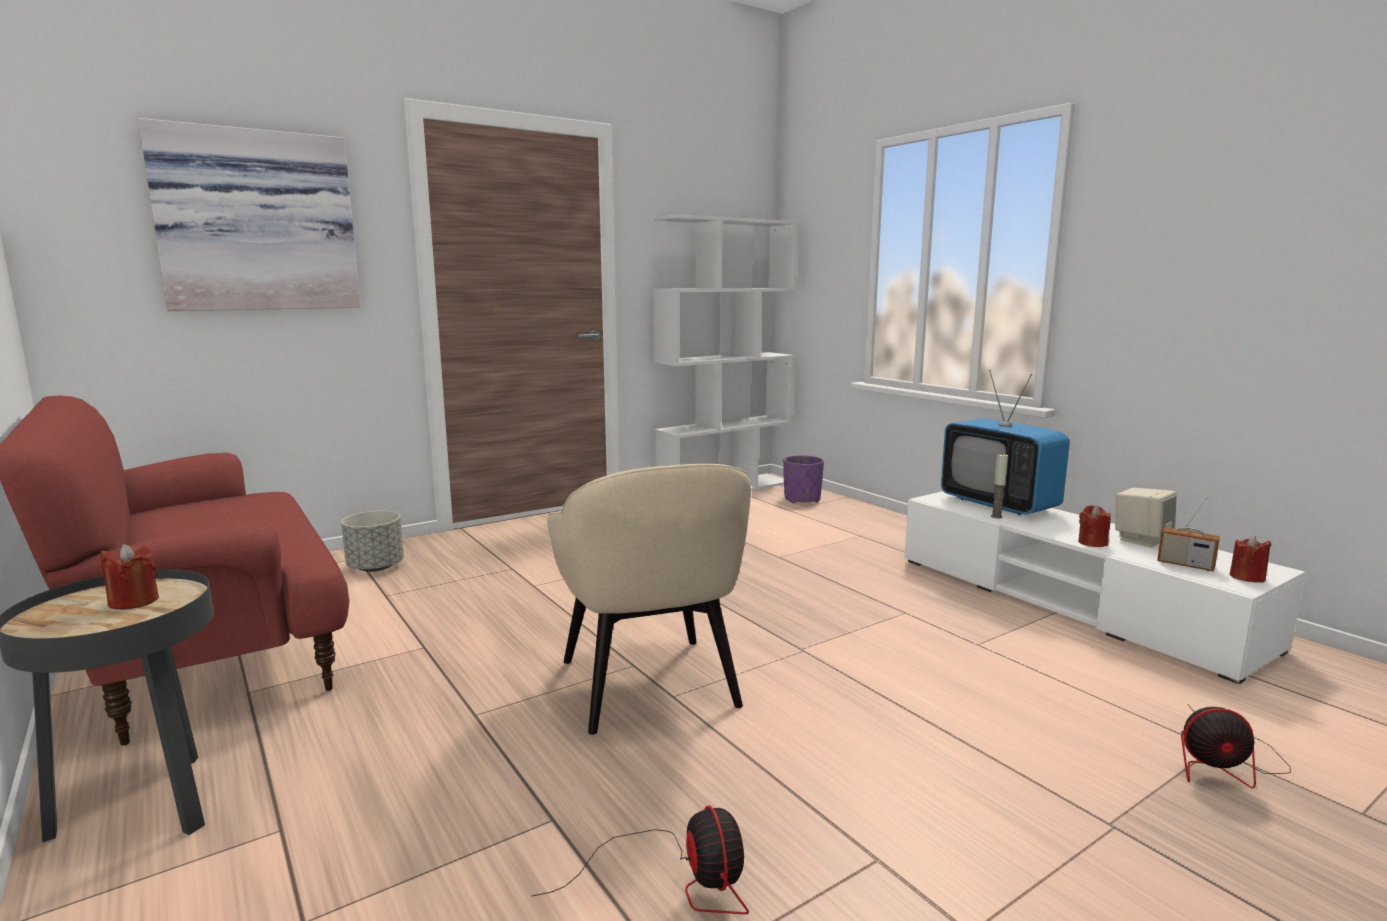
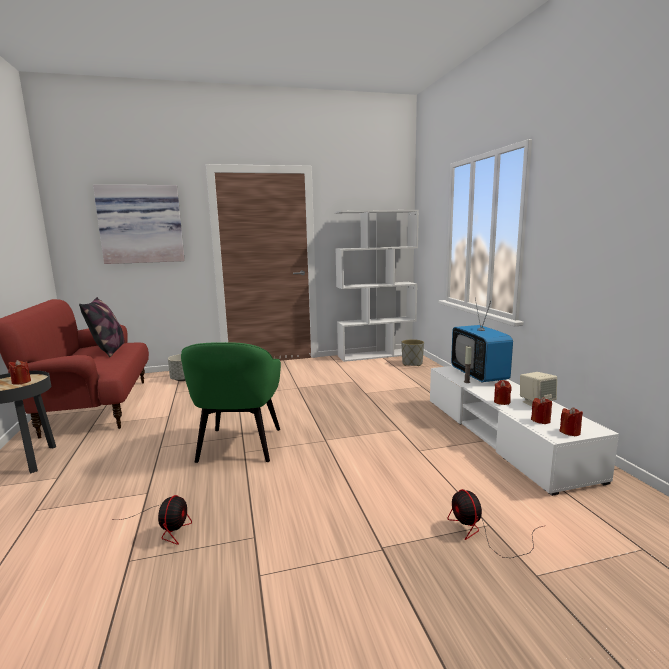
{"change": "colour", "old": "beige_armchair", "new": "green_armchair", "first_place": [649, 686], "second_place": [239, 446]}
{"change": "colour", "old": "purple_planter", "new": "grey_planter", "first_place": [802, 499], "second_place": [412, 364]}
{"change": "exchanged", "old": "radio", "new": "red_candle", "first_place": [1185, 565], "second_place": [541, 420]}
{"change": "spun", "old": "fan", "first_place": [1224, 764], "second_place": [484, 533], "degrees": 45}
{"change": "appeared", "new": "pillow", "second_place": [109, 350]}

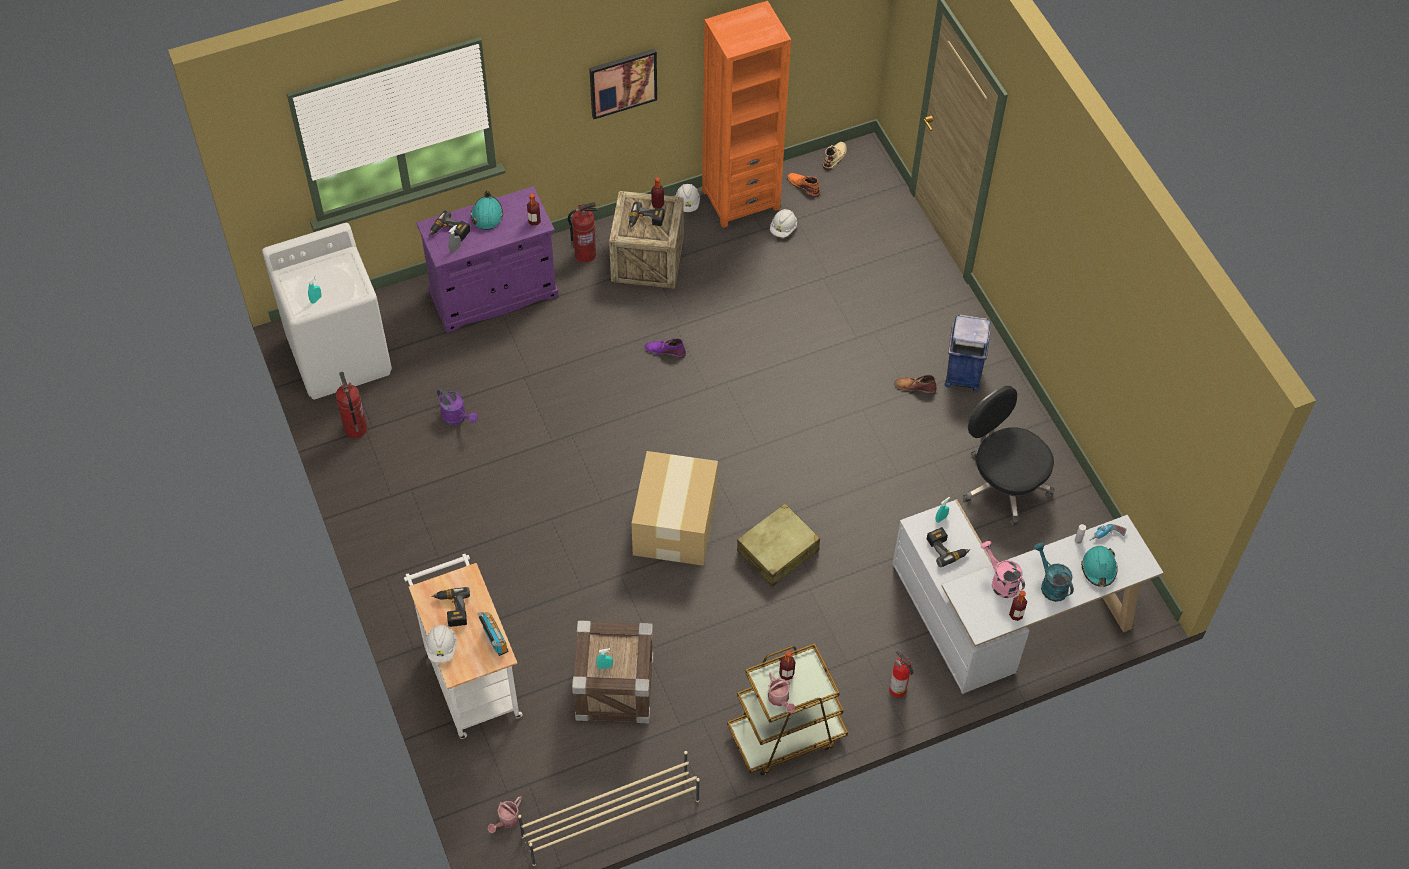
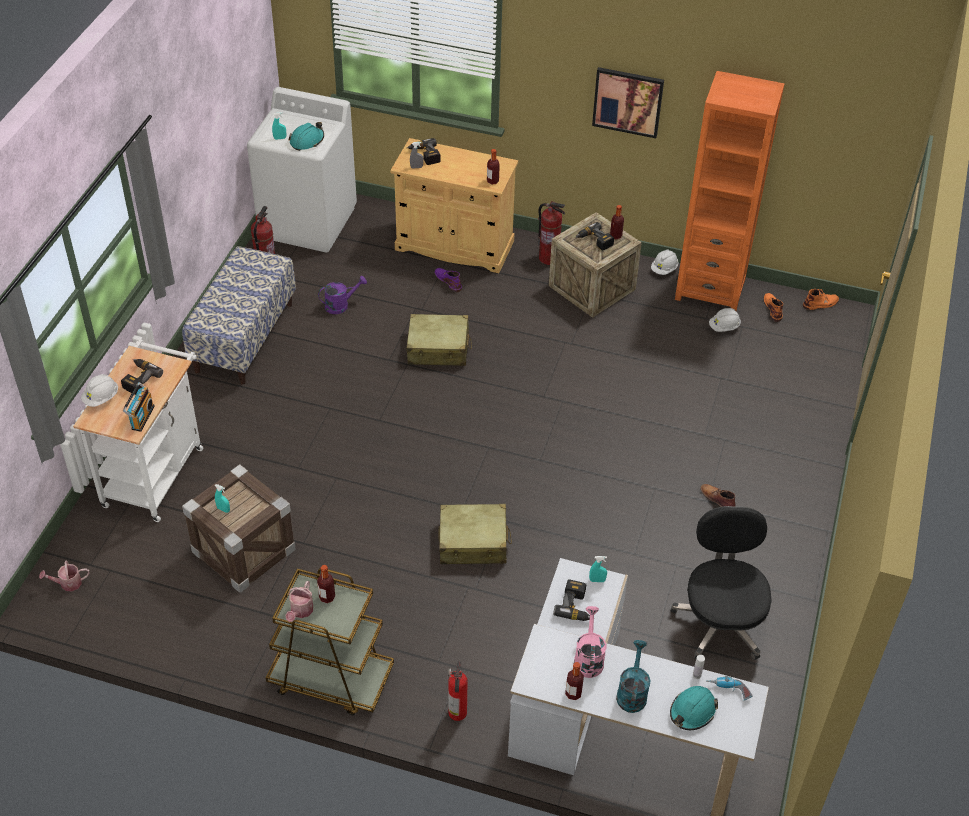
{"change": "colour", "old": "purple_cabinet", "new": "beige_cabinet", "first_place": [494, 294], "second_place": [454, 246]}
{"change": "spun", "old": "purple_watering_can", "first_place": [457, 418], "second_place": [341, 305], "degrees": -105}
{"change": "relocated", "old": "turquoise_hard_hat", "first_place": [487, 215], "second_place": [307, 141]}
{"change": "missing", "old": "beige_shoe_rack", "first_place": [609, 818]}
{"change": "missing", "old": "cardboard_box", "first_place": [674, 525]}
{"change": "relocated", "old": "purple_boot", "first_place": [665, 350], "second_place": [448, 281]}
{"change": "colour", "old": "beige_boot", "new": "orange_boot", "first_place": [835, 157], "second_place": [821, 303]}
{"change": "missing", "old": "blue_trash_can", "first_place": [962, 375]}
{"change": "appeared", "new": "bench", "second_place": [244, 337]}
{"change": "appeared", "new": "beige_suitcase", "second_place": [438, 348]}

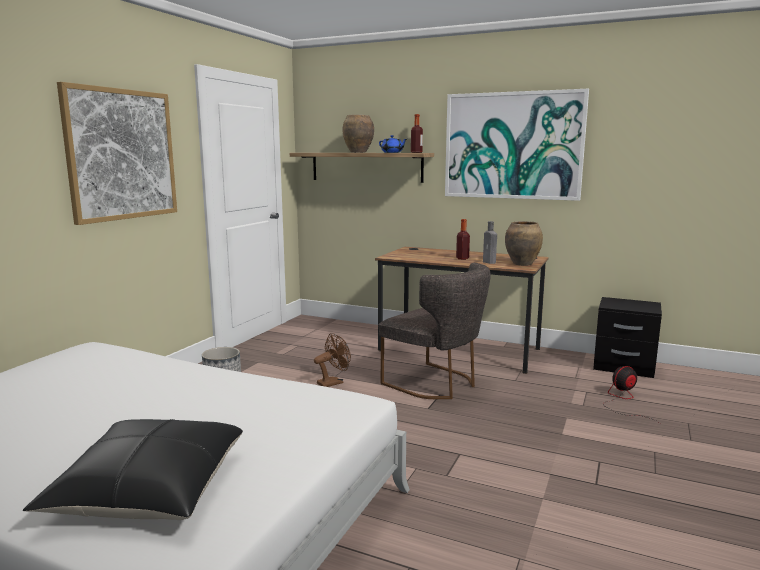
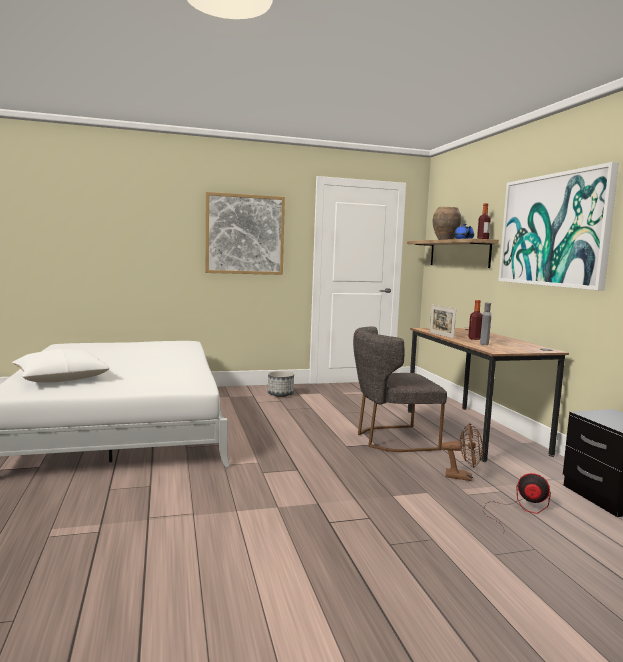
{"change": "colour", "old": "black_pillow", "new": "white_pillow", "first_place": [149, 490], "second_place": [60, 378]}
{"change": "relocated", "old": "brown_fan", "first_place": [333, 382], "second_place": [463, 477]}
{"change": "spun", "old": "grey_chair", "first_place": [436, 384], "second_place": [391, 439], "degrees": 75}
{"change": "missing", "old": "brown_vase", "first_place": [522, 264]}
{"change": "appeared", "new": "picture_frame", "second_place": [441, 335]}

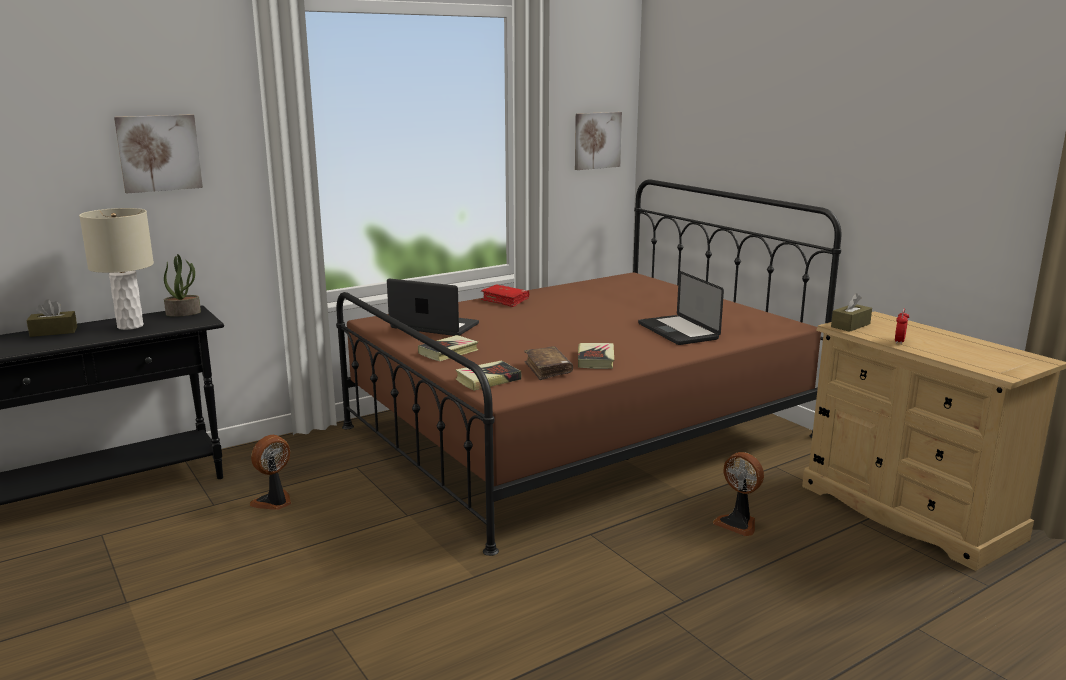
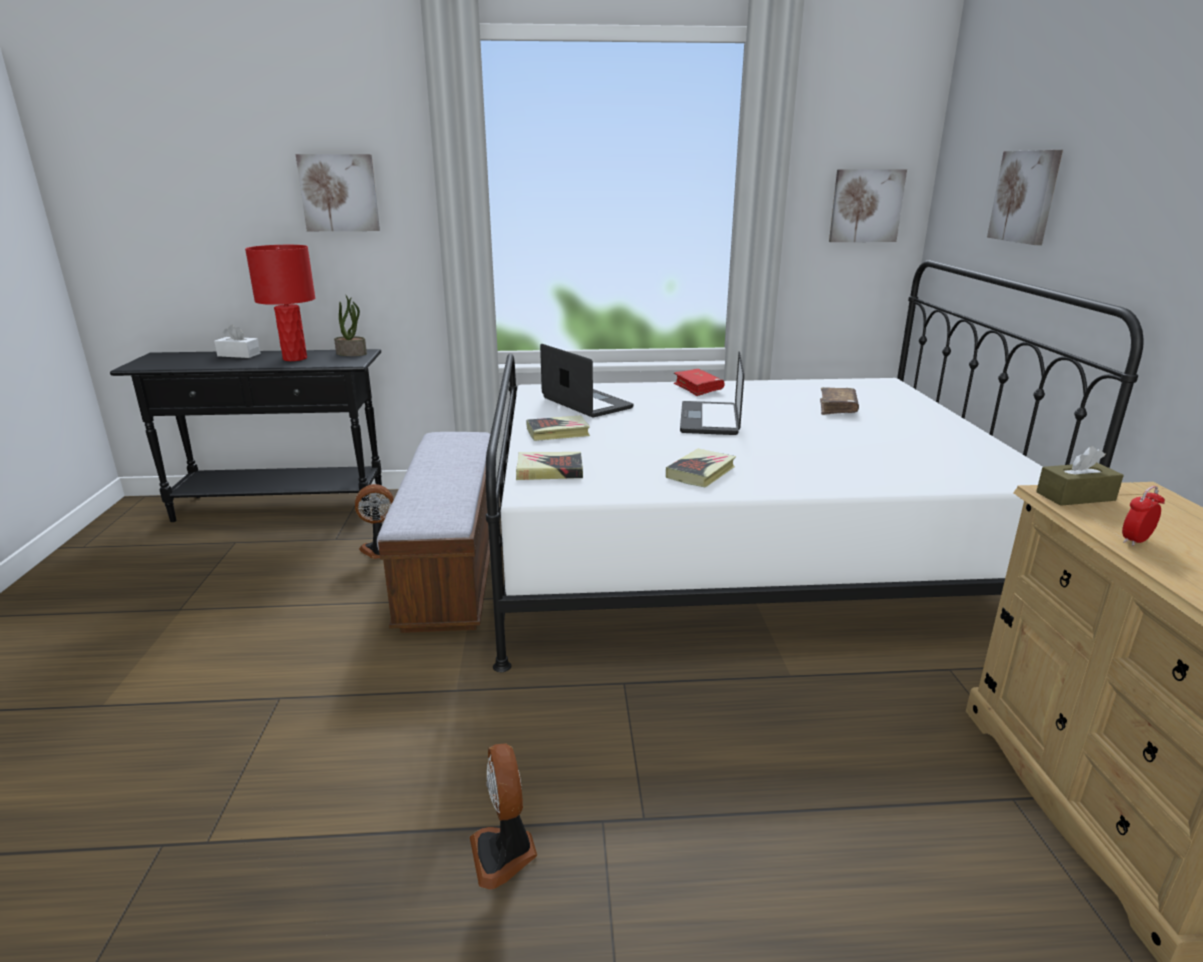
{"change": "colour", "old": "brown_tissue_box", "new": "white_tissue_box", "first_place": [53, 332], "second_place": [239, 355]}
{"change": "colour", "old": "beige_table_lamp", "new": "red_table_lamp", "first_place": [130, 326], "second_place": [295, 358]}
{"change": "colour", "old": "brown_bed", "new": "white_bed", "first_place": [578, 431], "second_place": [735, 554]}
{"change": "relocated", "old": "brown_book", "first_place": [548, 369], "second_place": [837, 408]}
{"change": "relocated", "old": "laptop", "first_place": [678, 331], "second_place": [709, 420]}
{"change": "relocated", "old": "fan", "first_place": [738, 523], "second_place": [504, 853]}
{"change": "appeared", "new": "bench", "second_place": [453, 563]}
{"change": "appeared", "new": "picture", "second_place": [1025, 196]}

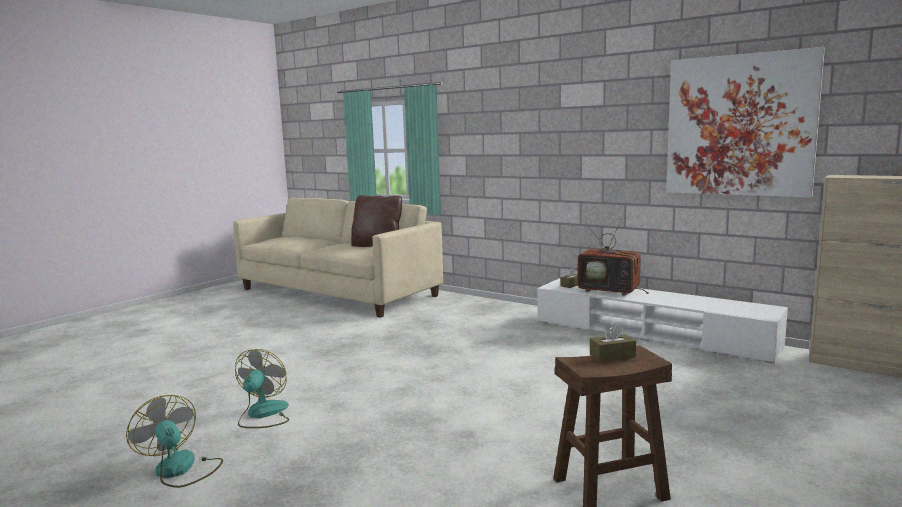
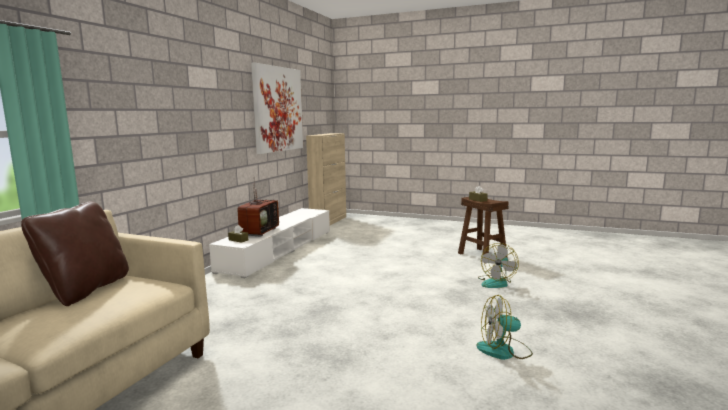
{"change": "relocated", "old": "fan", "first_place": [180, 470], "second_place": [496, 282]}

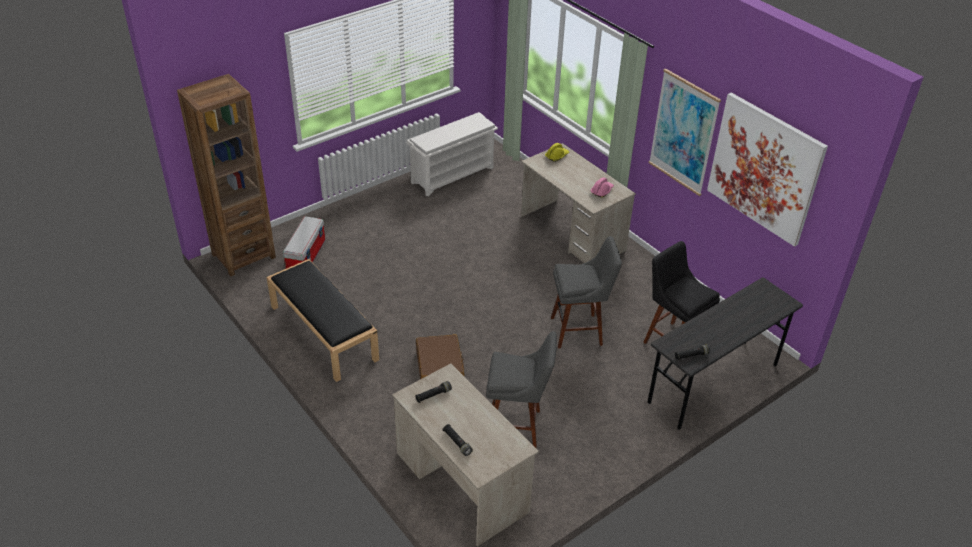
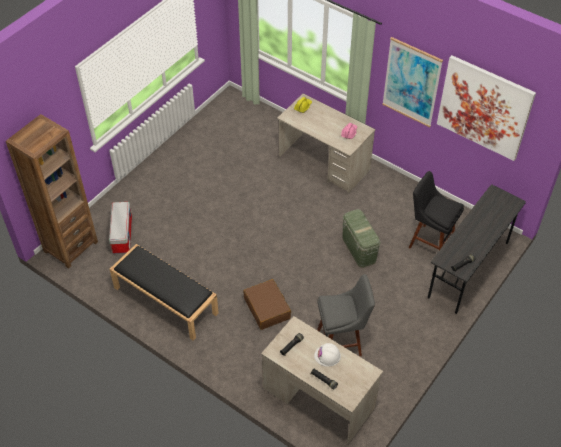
{"change": "missing", "old": "white_shoe_rack", "first_place": [453, 175]}
{"change": "exchanged", "old": "grey_stool", "new": "green_storage_box", "first_place": [579, 331], "second_place": [359, 249]}
{"change": "appeared", "new": "white_hard_hat", "second_place": [327, 356]}

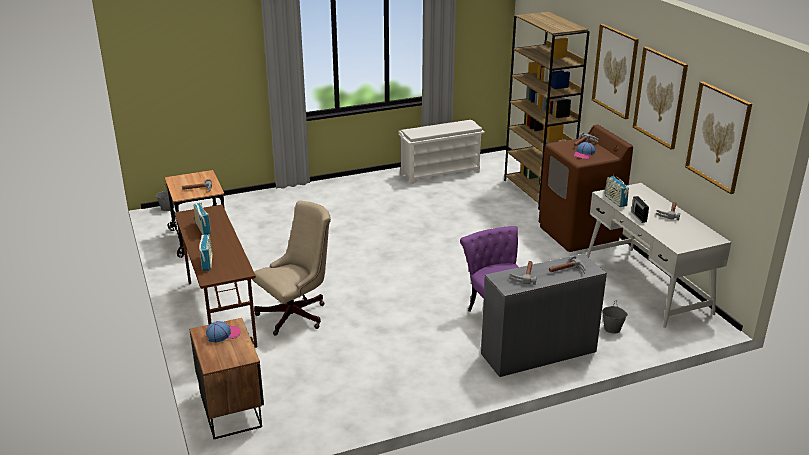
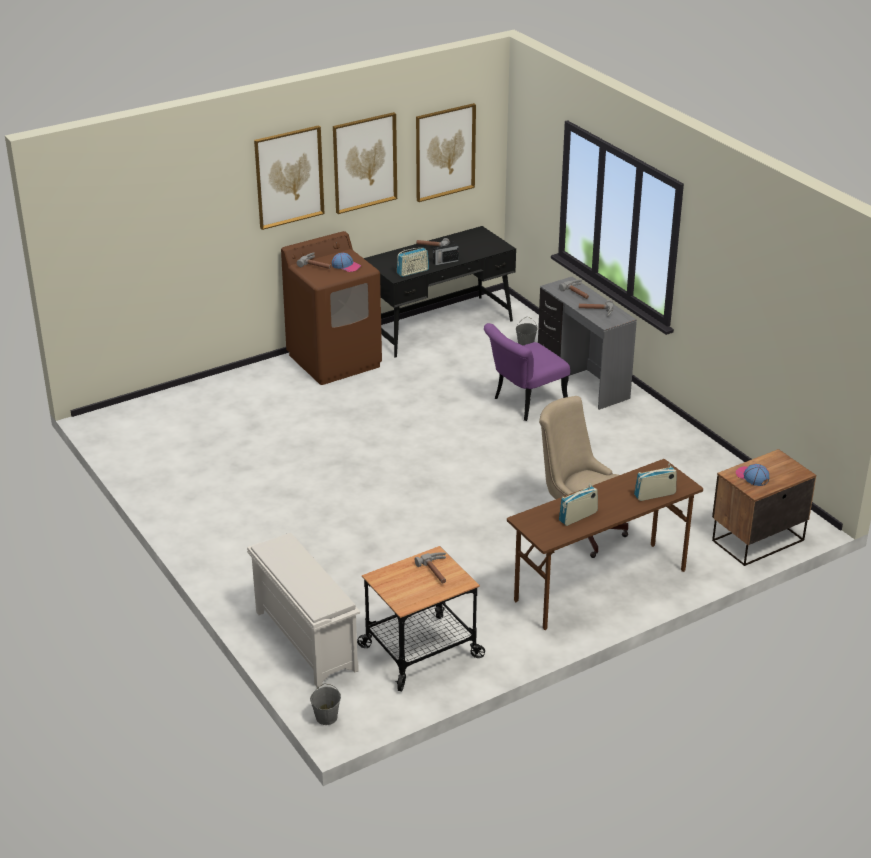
{"change": "relocated", "old": "white_shoe_rack", "first_place": [440, 172], "second_place": [304, 640]}
{"change": "missing", "old": "brown_bookcase", "first_place": [537, 192]}
{"change": "colour", "old": "white_desk", "new": "black_desk", "first_place": [646, 286], "second_place": [439, 326]}

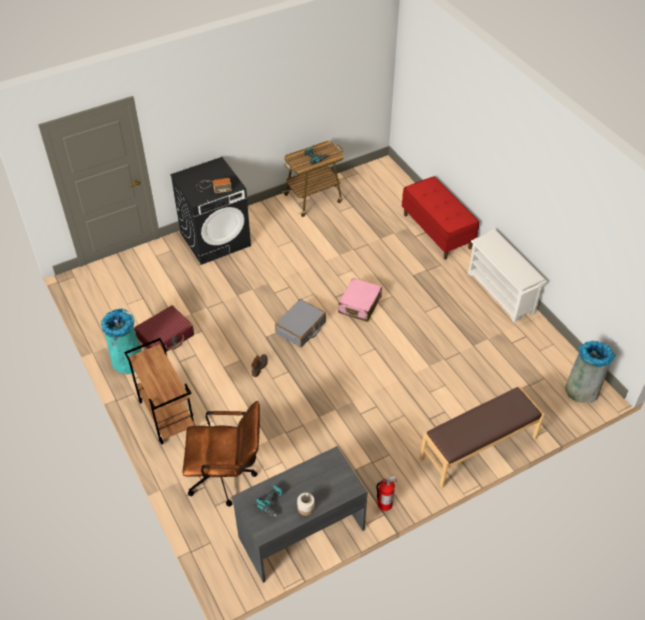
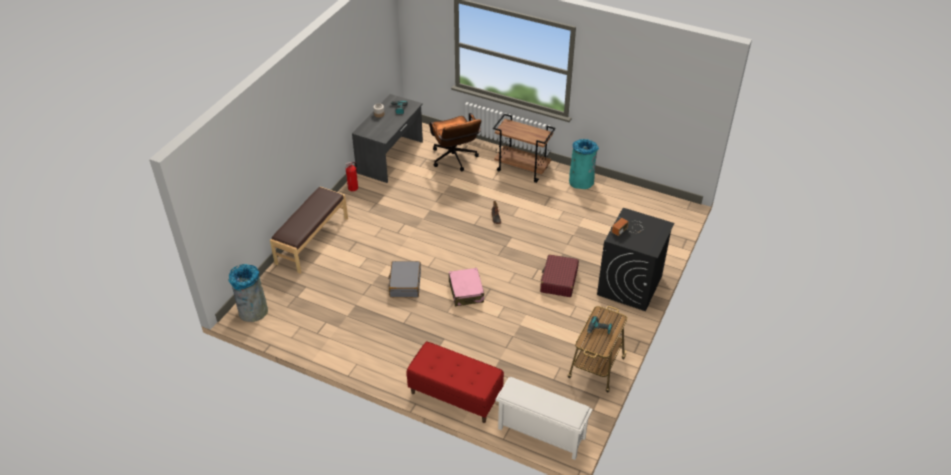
{"change": "relocated", "old": "red_suitcase", "first_place": [165, 336], "second_place": [558, 281]}
{"change": "spun", "old": "brown_office_chair", "first_place": [227, 476], "second_place": [455, 160], "degrees": -75}
{"change": "relocated", "old": "grey_suitcase", "first_place": [301, 328], "second_place": [405, 284]}
{"change": "relocated", "old": "white_shoe_rack", "first_place": [501, 293], "second_place": [540, 433]}

